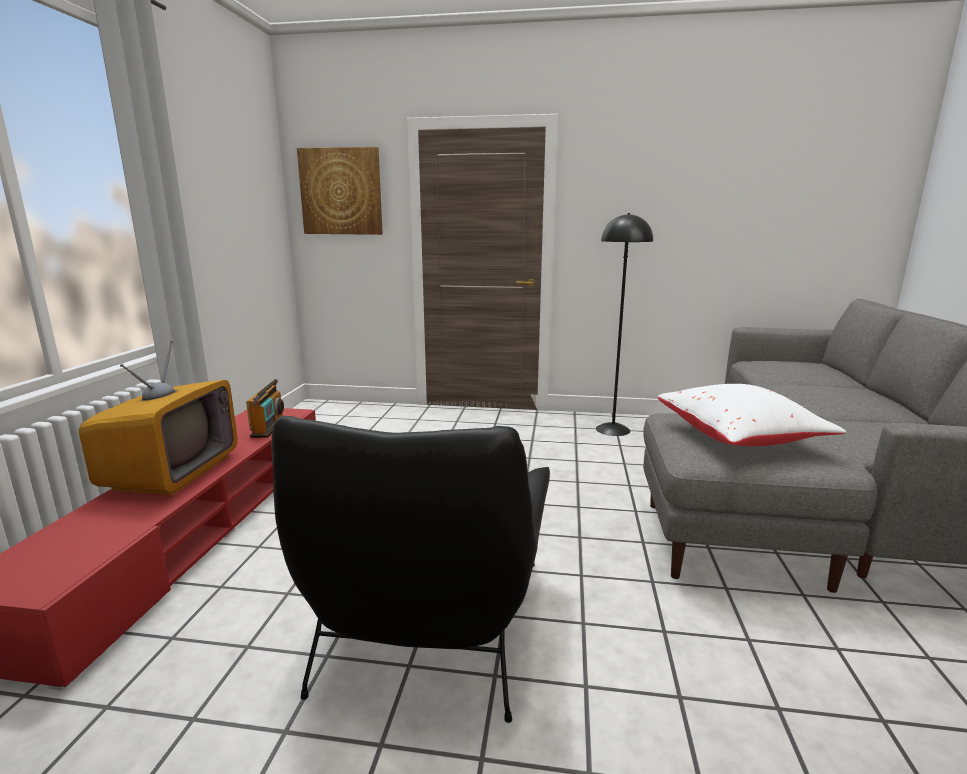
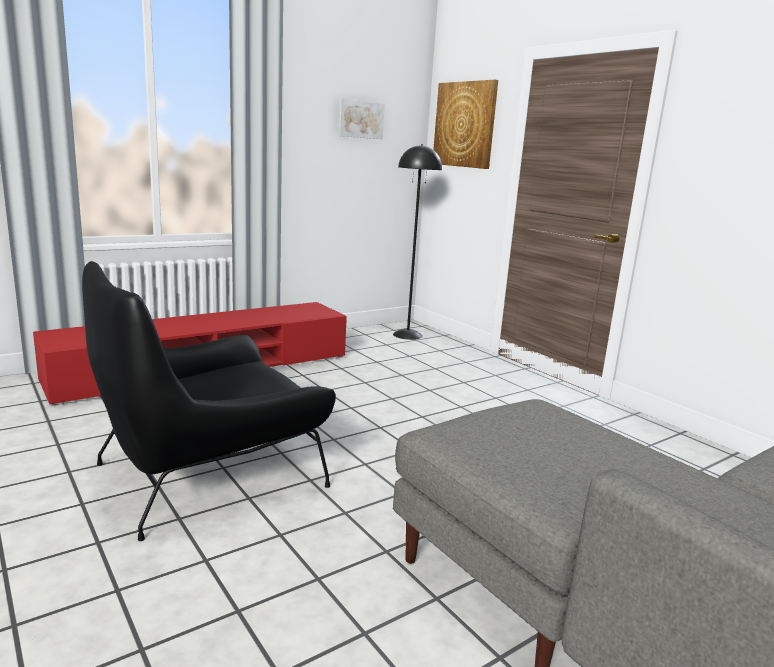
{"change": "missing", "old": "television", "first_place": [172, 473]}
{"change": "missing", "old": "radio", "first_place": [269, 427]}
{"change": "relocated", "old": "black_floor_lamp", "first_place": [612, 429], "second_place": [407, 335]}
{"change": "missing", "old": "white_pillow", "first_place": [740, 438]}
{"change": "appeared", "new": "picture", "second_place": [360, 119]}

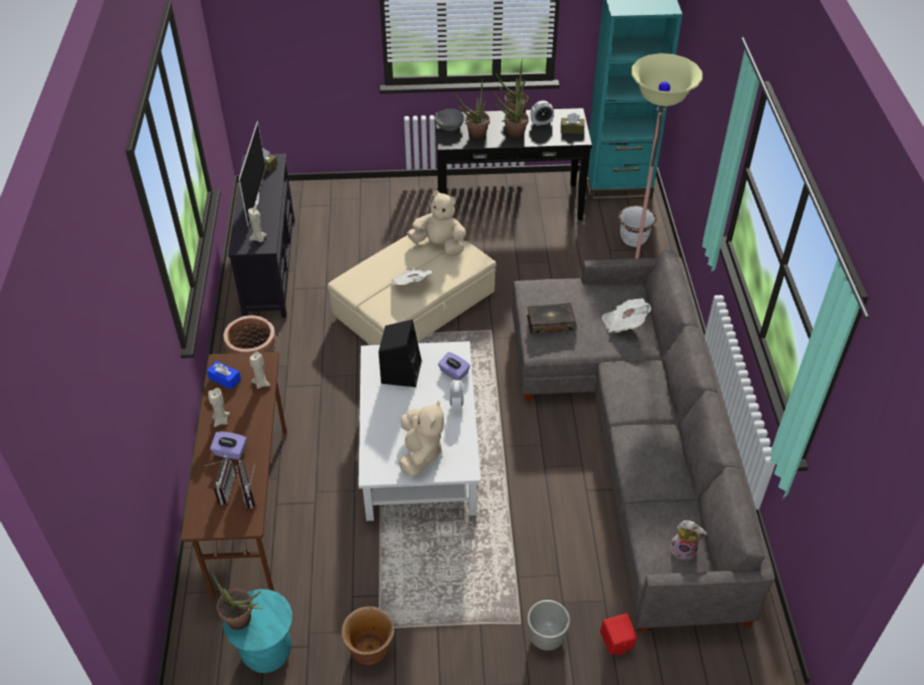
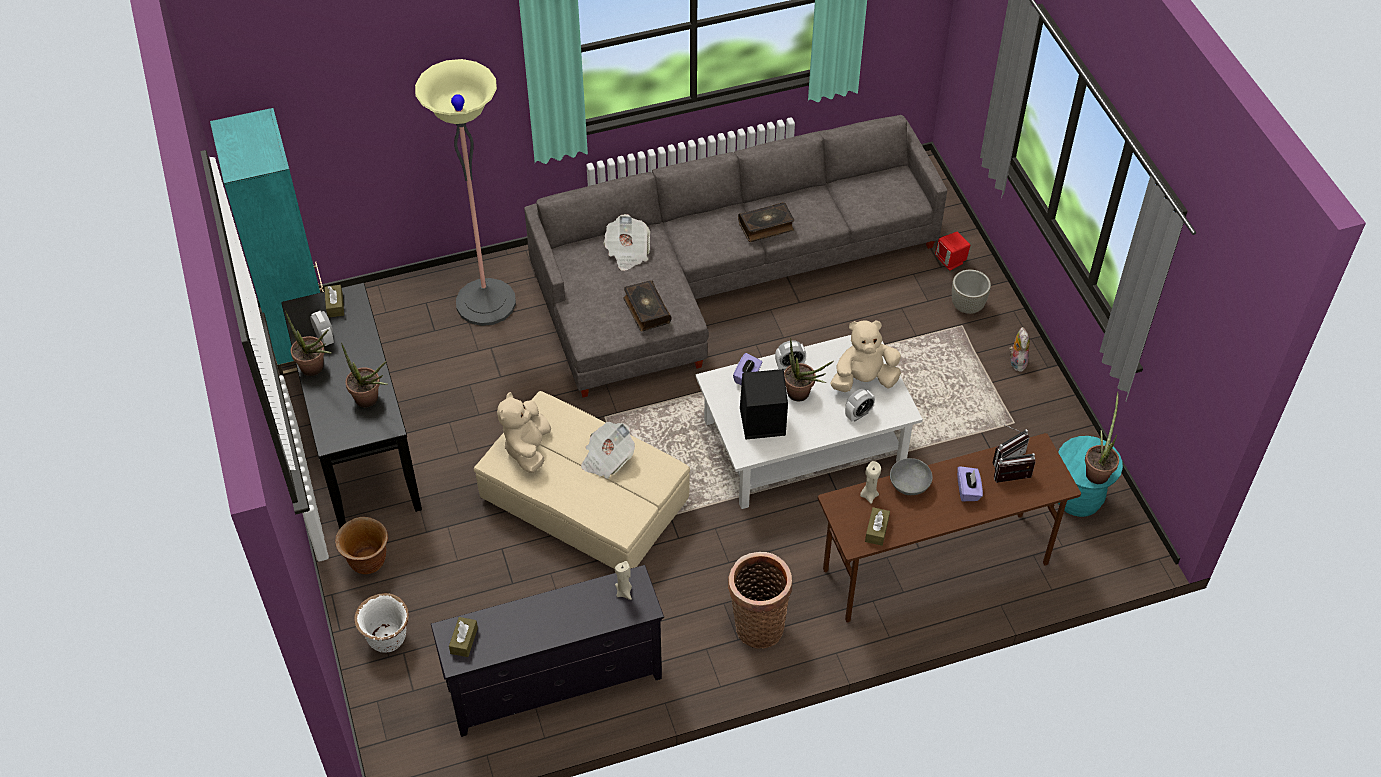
{"change": "colour", "old": "blue_tissue_box", "new": "brown_tissue_box", "first_place": [225, 379], "second_place": [876, 530]}
{"change": "missing", "old": "beige_candle", "first_place": [221, 420]}
{"change": "missing", "old": "television", "first_place": [253, 202]}
{"change": "relocated", "old": "brown_planter", "first_place": [370, 650], "second_place": [367, 561]}
{"change": "relocated", "old": "grey_bowl", "first_place": [449, 127], "second_place": [909, 485]}
{"change": "relocated", "old": "potted_plant", "first_place": [512, 136], "second_place": [802, 395]}
{"change": "relocated", "old": "white_planter", "first_place": [633, 240], "second_place": [387, 638]}
{"change": "relocated", "old": "plush_toy", "first_place": [683, 550], "second_place": [1016, 362]}
{"change": "appeared", "new": "book", "second_place": [766, 227]}
{"change": "appeared", "new": "alarm_clock", "second_place": [858, 414]}

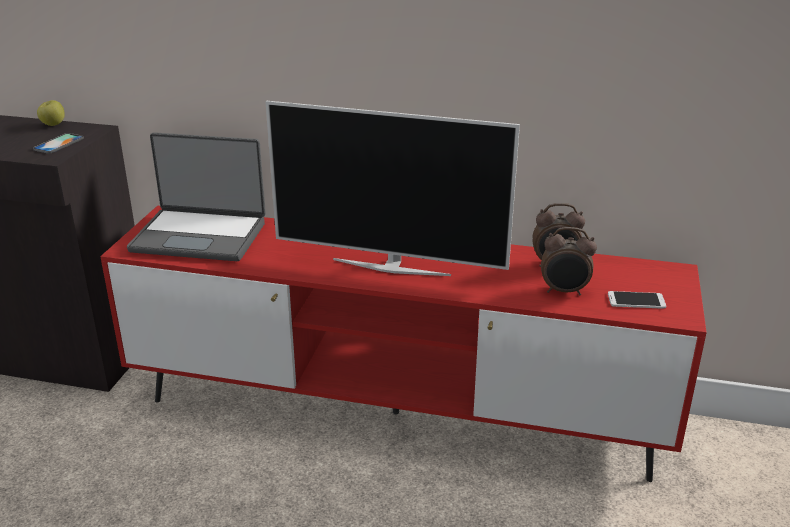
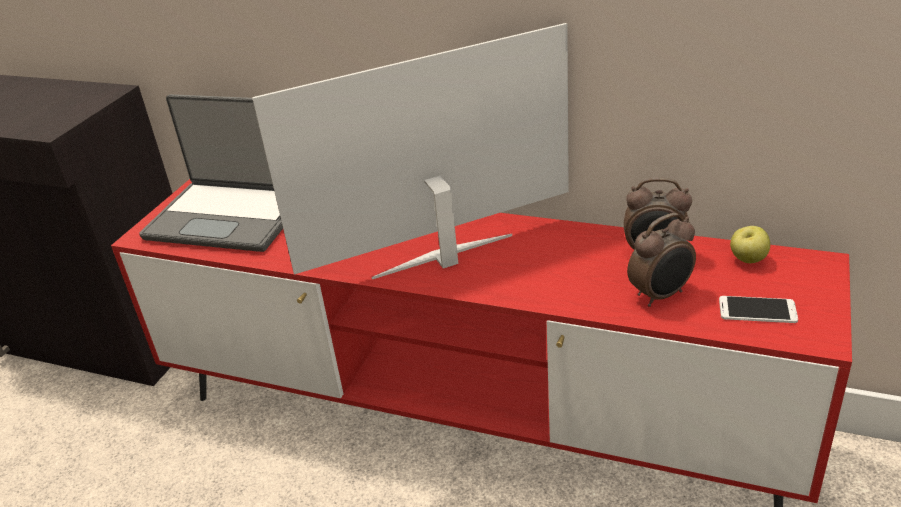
{"change": "missing", "old": "phone", "first_place": [59, 144]}
{"change": "relocated", "old": "apple", "first_place": [53, 125], "second_place": [748, 260]}
{"change": "spun", "old": "television", "first_place": [391, 266], "second_place": [445, 258], "degrees": 135}
{"change": "spun", "old": "alarm_clock", "first_place": [564, 291], "second_place": [661, 295], "degrees": -45}

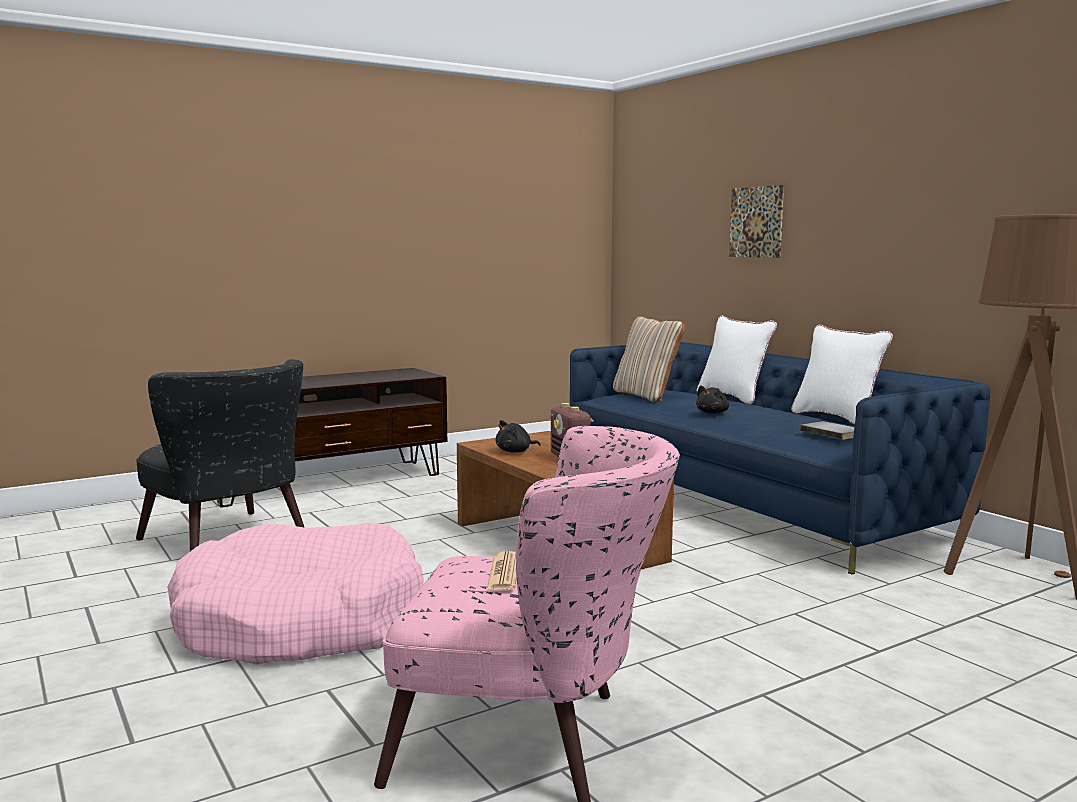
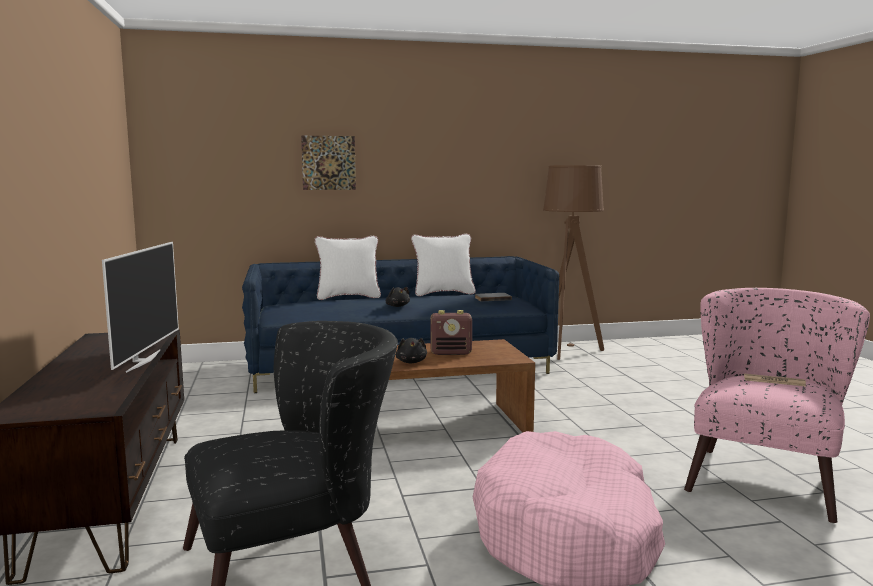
{"change": "missing", "old": "beige_pillow", "first_place": [646, 396]}
{"change": "appeared", "new": "television", "second_place": [142, 361]}

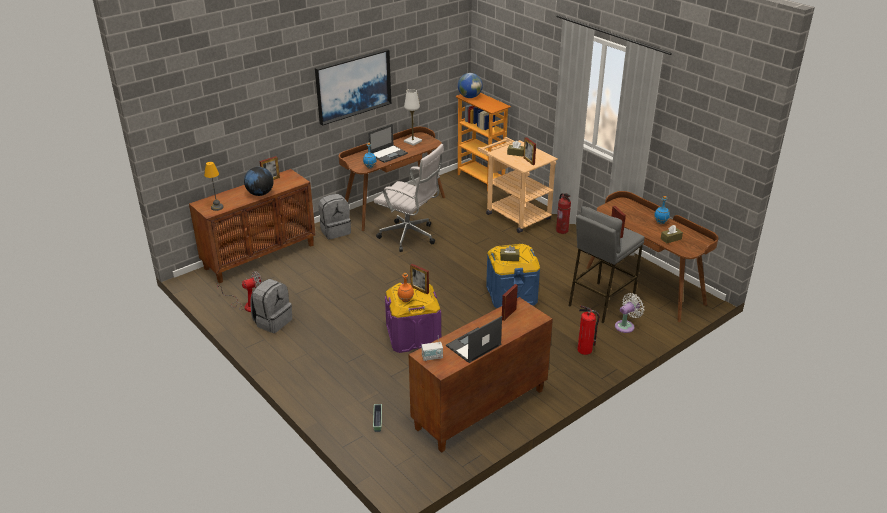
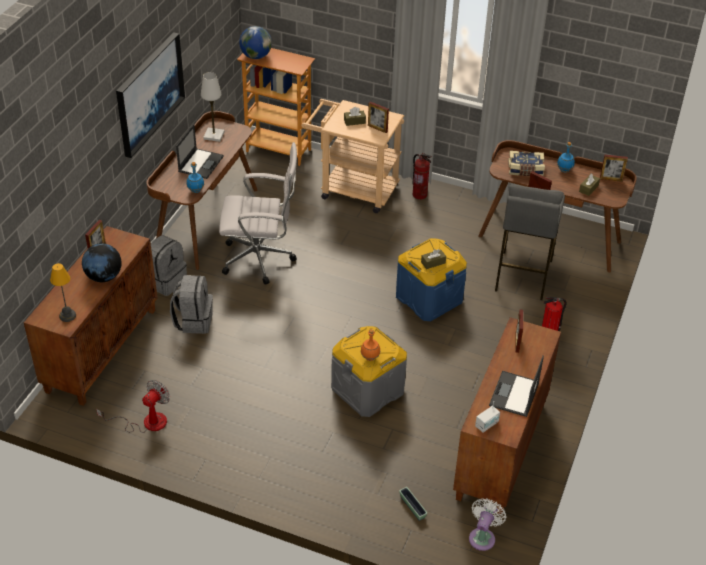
{"change": "relocated", "old": "grey_backpack", "first_place": [273, 321], "second_place": [193, 321]}
{"change": "colour", "old": "purple_storage_box", "new": "grey_storage_box", "first_place": [413, 336], "second_place": [367, 390]}
{"change": "relocated", "old": "picture_frame", "first_place": [419, 290], "second_place": [611, 179]}
{"change": "relocated", "old": "white_fan", "first_place": [626, 326], "second_place": [483, 537]}
{"change": "appeared", "new": "book", "second_place": [525, 170]}

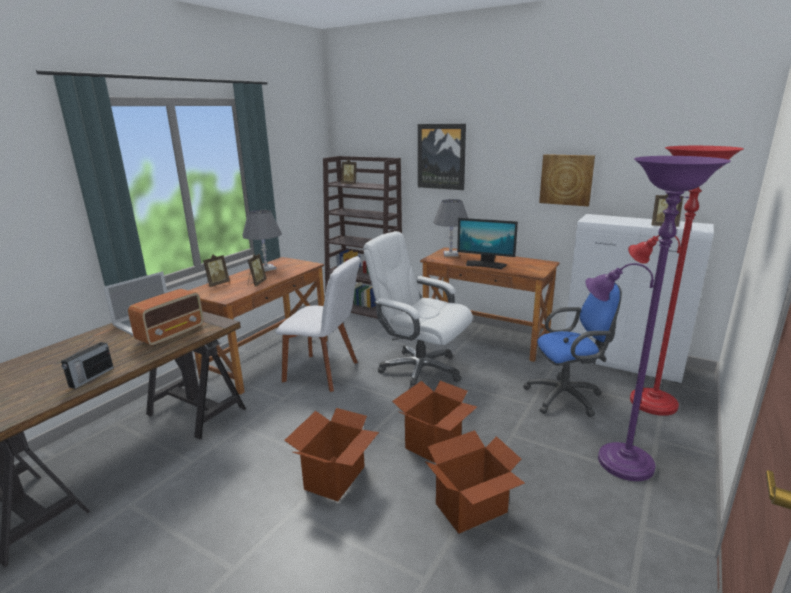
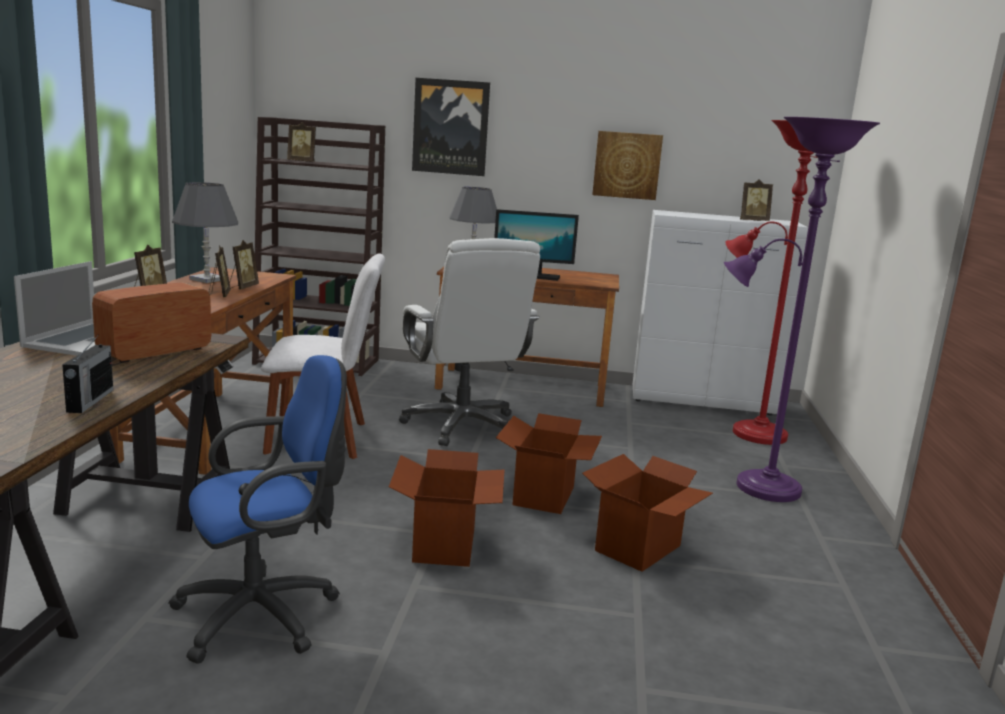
{"change": "spun", "old": "radio", "first_place": [172, 334], "second_place": [154, 352], "degrees": -150}
{"change": "spun", "old": "white_office_chair", "first_place": [419, 370], "second_place": [462, 425], "degrees": -120}
{"change": "relocated", "old": "blue_office_chair", "first_place": [567, 397], "second_place": [265, 614]}
{"change": "appeared", "new": "picture_frame", "second_place": [242, 287]}

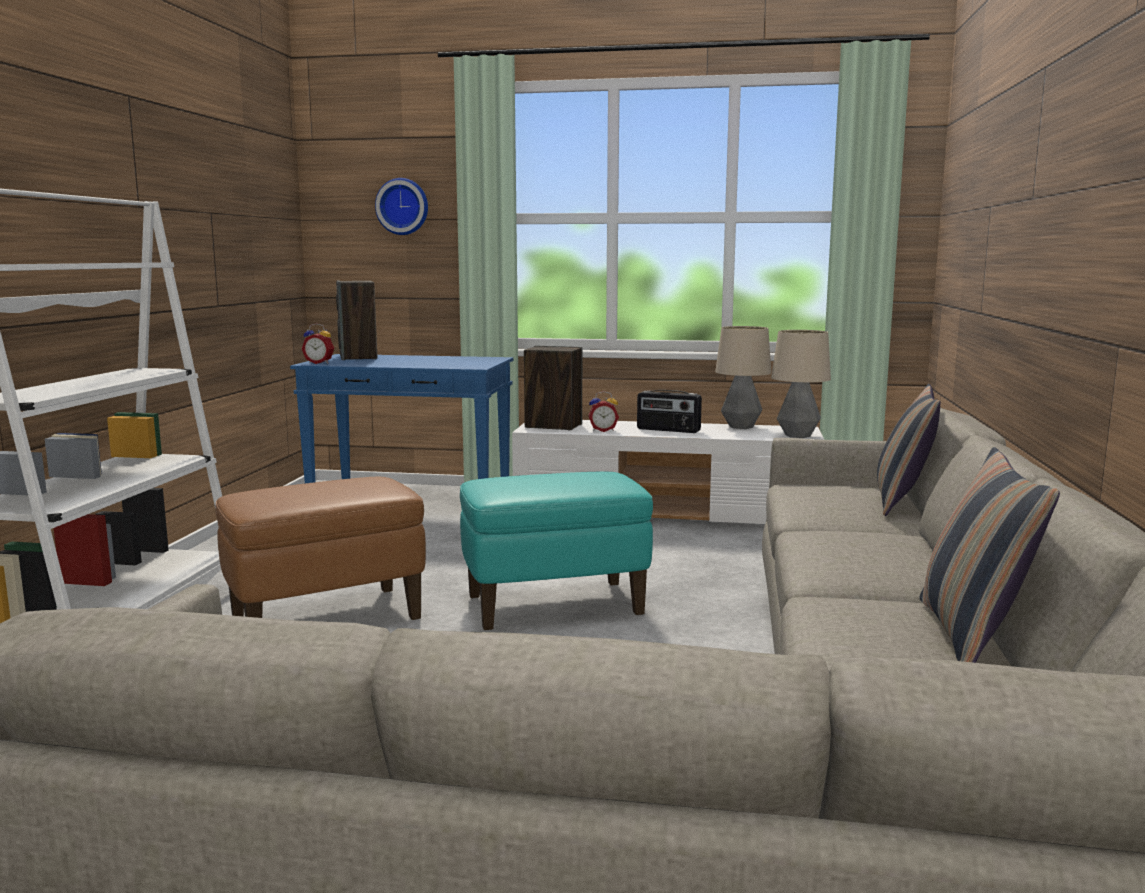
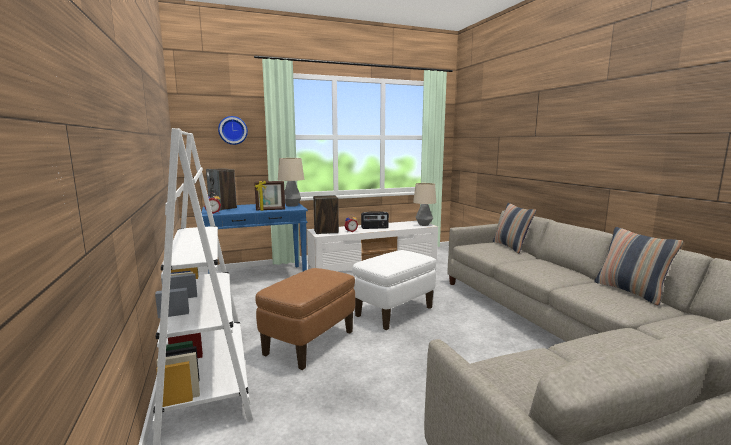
{"change": "colour", "old": "turquoise_ottoman", "new": "white_ottoman", "first_place": [555, 605], "second_place": [394, 312]}
{"change": "relocated", "old": "table_lamp", "first_place": [740, 427], "second_place": [292, 205]}
{"change": "appeared", "new": "picture_frame", "second_place": [270, 210]}

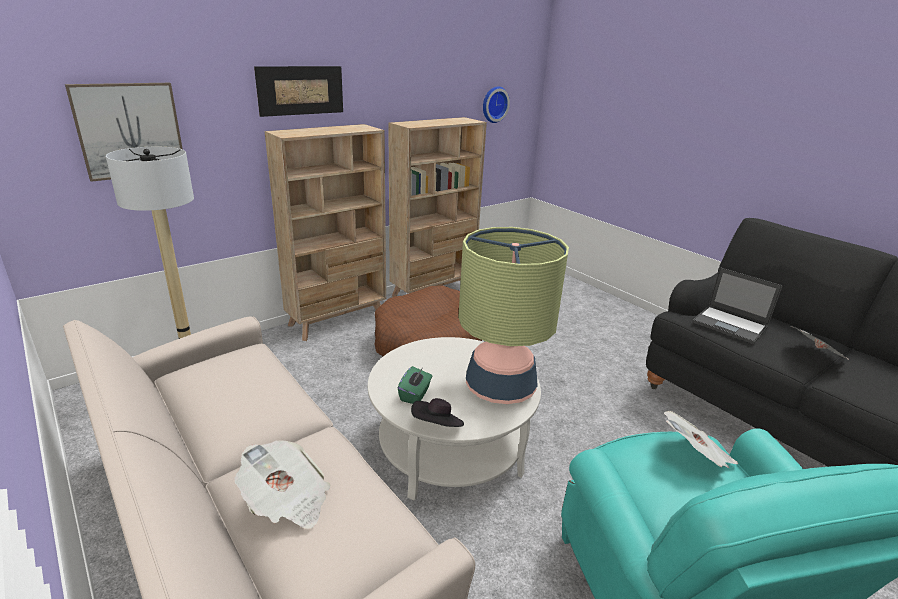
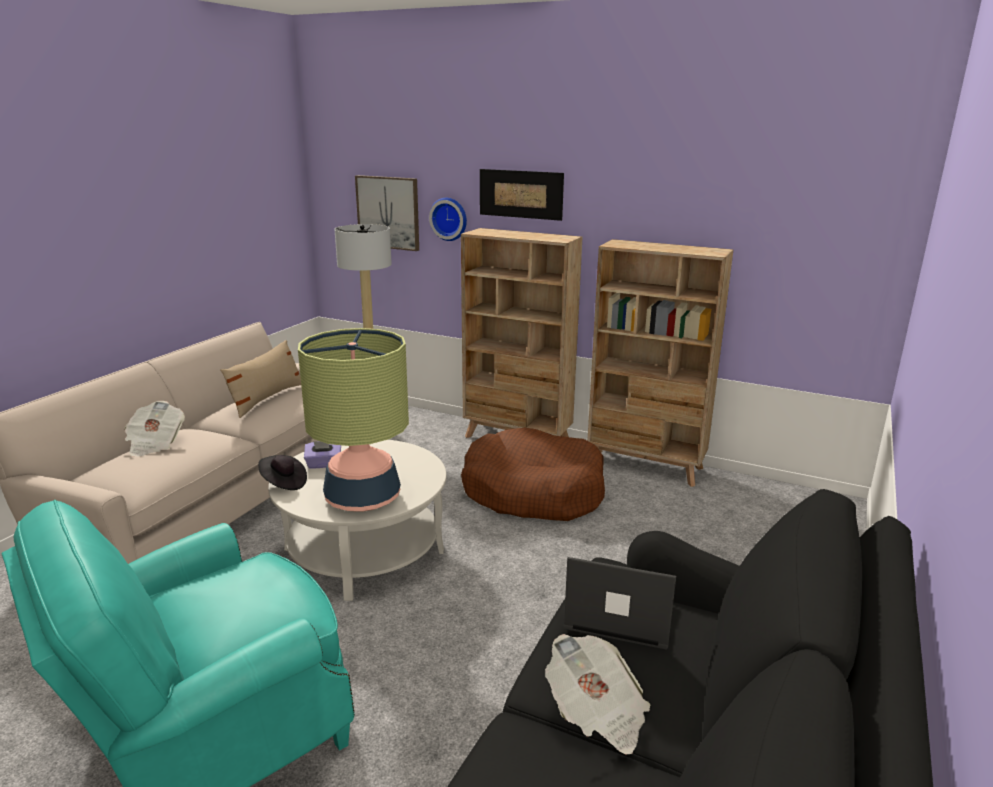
{"change": "colour", "old": "green_tissue_box", "new": "purple_tissue_box", "first_place": [415, 395], "second_place": [323, 464]}
{"change": "relocated", "old": "wall_clock", "first_place": [493, 104], "second_place": [449, 218]}
{"change": "missing", "old": "newspaper", "first_place": [696, 456]}
{"change": "spun", "old": "laptop", "first_place": [730, 325], "second_place": [618, 613], "degrees": 90}
{"change": "appeared", "new": "beige_pillow", "second_place": [266, 398]}

